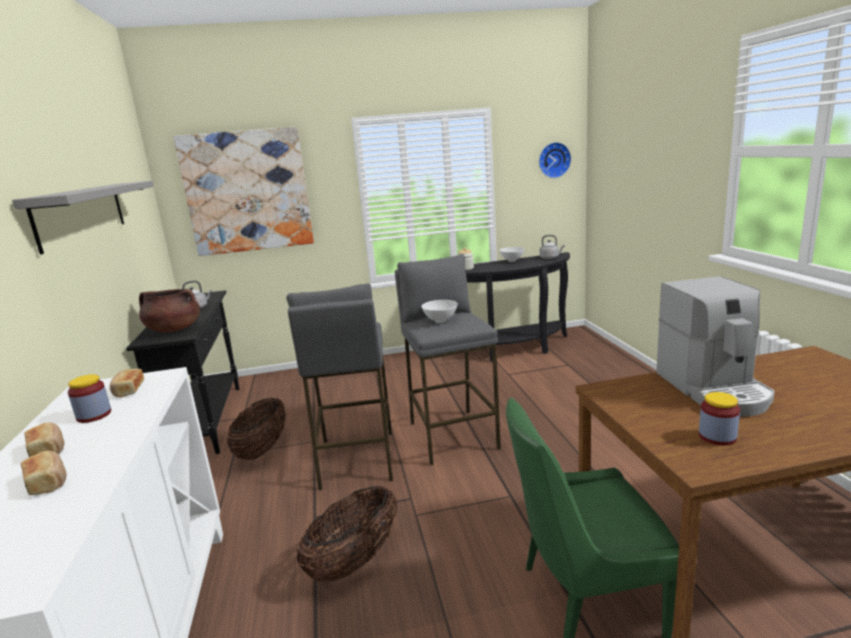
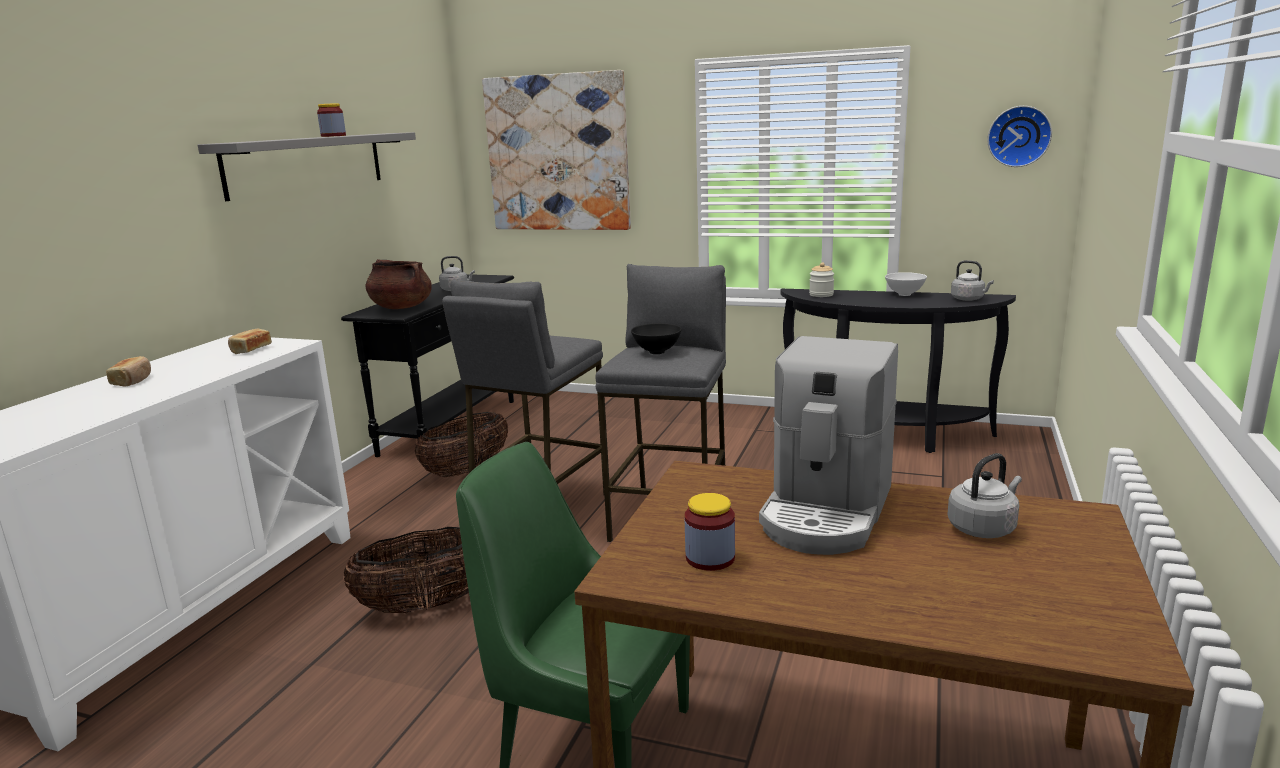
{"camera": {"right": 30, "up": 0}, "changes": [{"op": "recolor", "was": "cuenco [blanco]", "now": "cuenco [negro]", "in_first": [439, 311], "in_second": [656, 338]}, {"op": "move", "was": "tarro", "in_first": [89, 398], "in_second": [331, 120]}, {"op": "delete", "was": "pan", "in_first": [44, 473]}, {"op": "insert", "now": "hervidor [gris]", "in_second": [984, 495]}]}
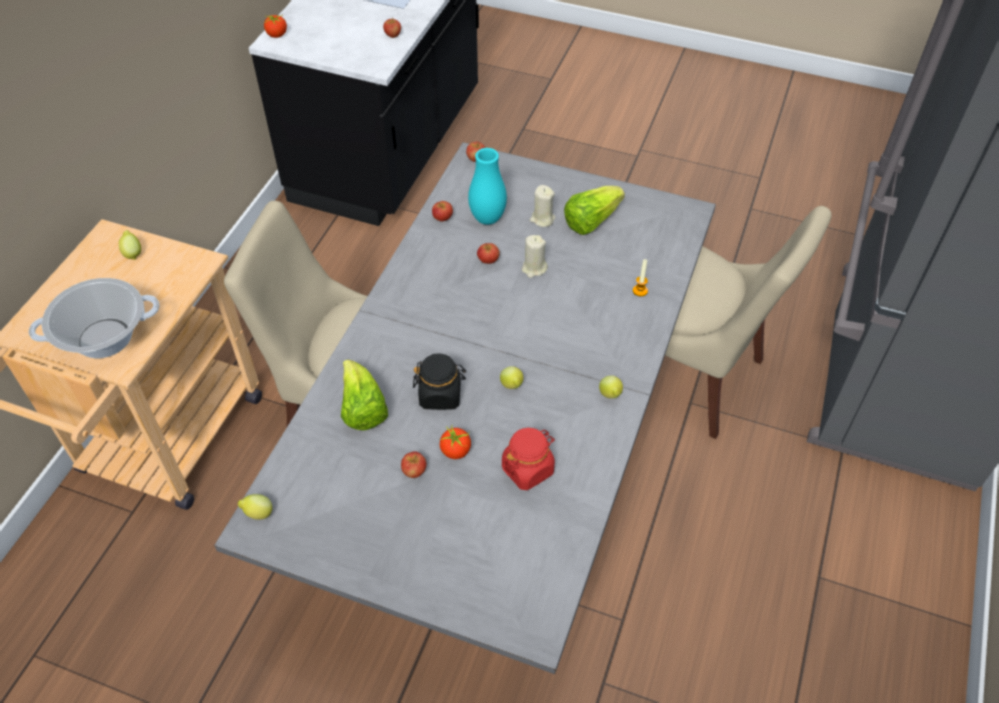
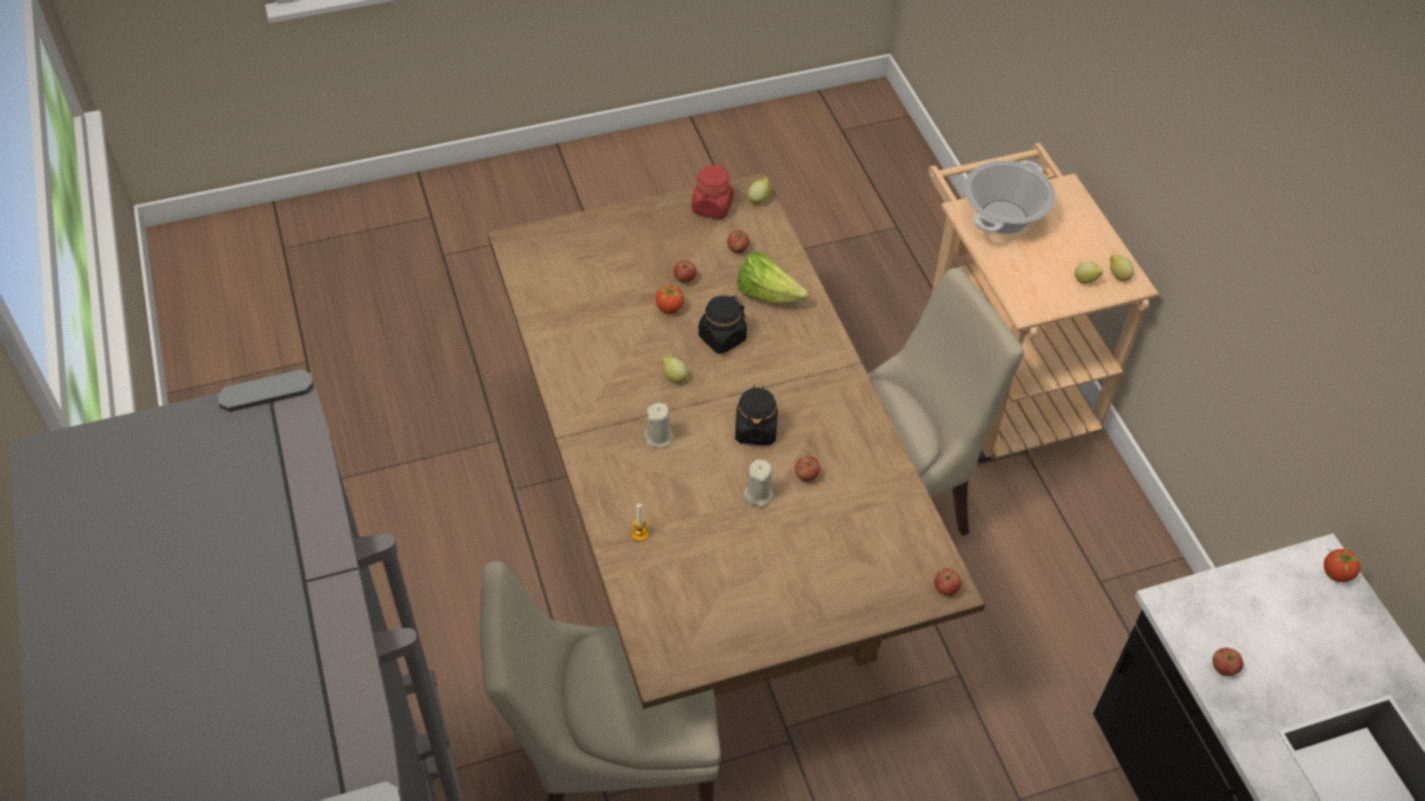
{"camera": {"right": 140, "up": 0}, "changes": [{"op": "recolor", "was": "mesa de comedor [gris]", "now": "mesa de comedor [marrón]", "in_first": [465, 408], "in_second": [736, 440]}, {"op": "delete", "was": "florero [turquesa]", "in_first": [487, 186]}, {"op": "move", "was": "vela [beis]", "in_first": [543, 206], "in_second": [659, 425]}, {"op": "delete", "was": "lechuga", "in_first": [594, 210]}, {"op": "move", "was": "manzana", "in_first": [442, 211], "in_second": [738, 241]}, {"op": "move", "was": "limón", "in_first": [611, 386], "in_second": [1122, 268]}, {"op": "move", "was": "tarro [rojo]", "in_first": [528, 459], "in_second": [712, 191]}, {"op": "insert", "now": "tarro [negro]", "in_second": [756, 415]}]}
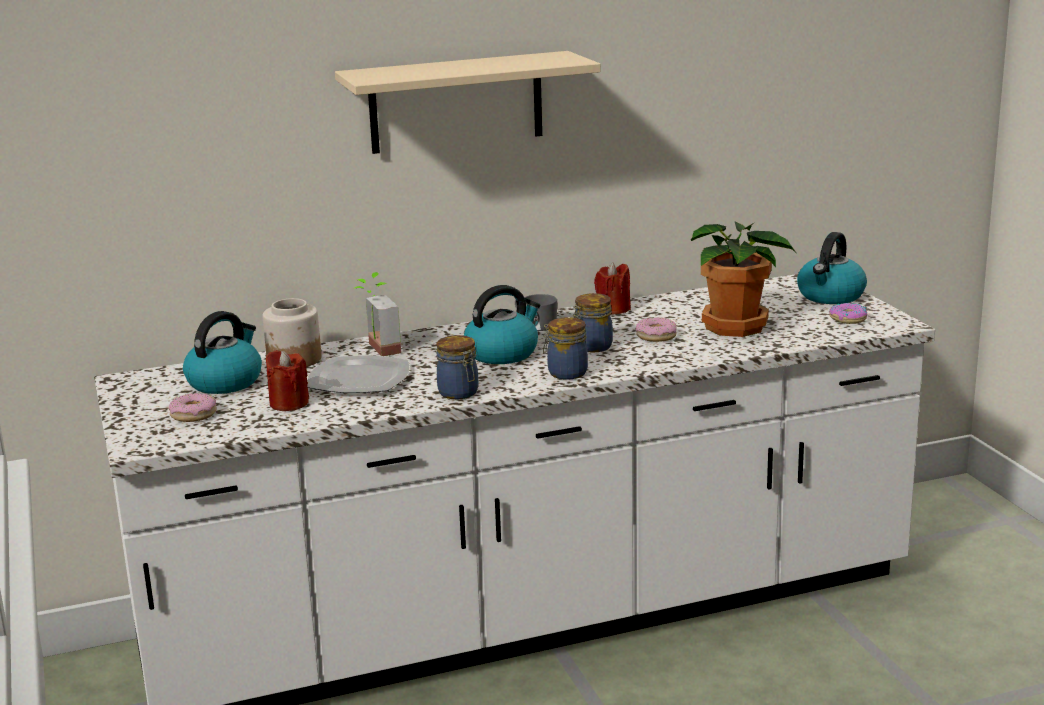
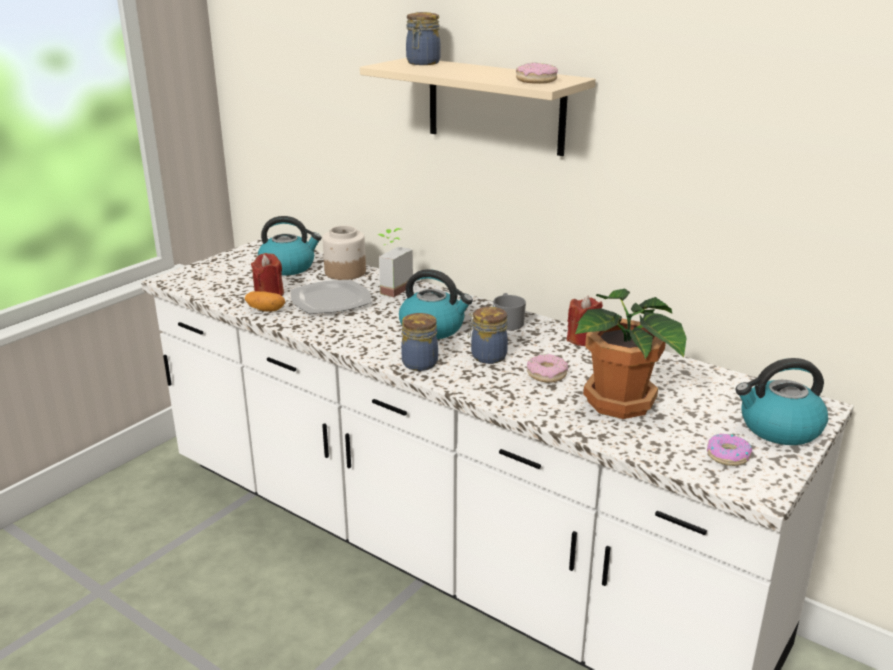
{"camera": {"right": 55, "up": 5}, "changes": [{"op": "move", "was": "tarro", "in_first": [457, 367], "in_second": [423, 38]}, {"op": "move", "was": "rosquilla", "in_first": [193, 407], "in_second": [537, 73]}, {"op": "insert", "now": "patata", "in_second": [265, 301]}]}
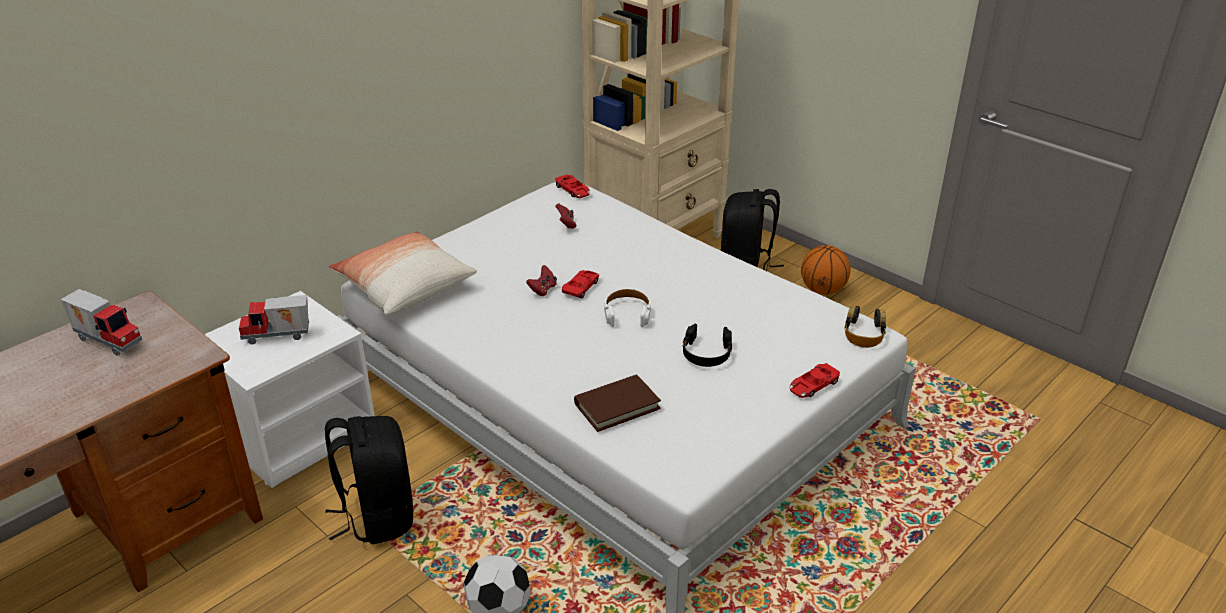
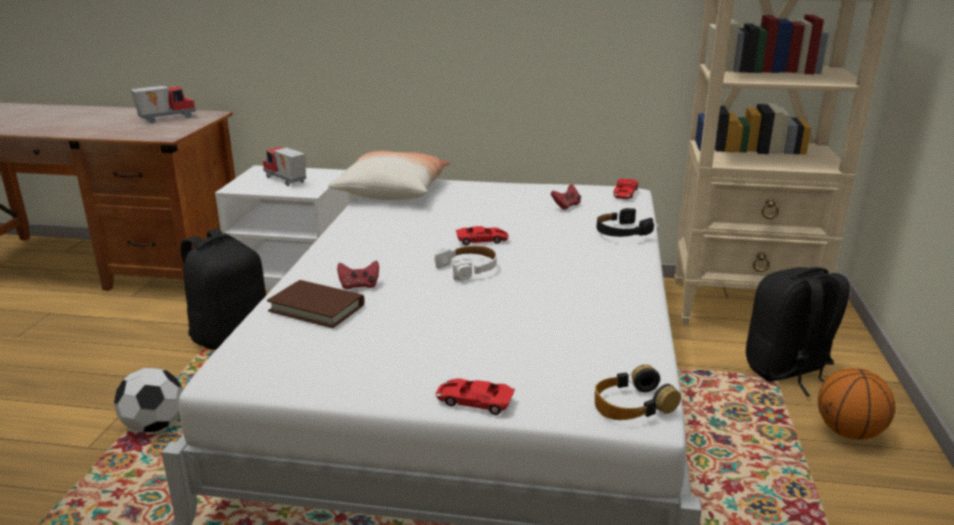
{"camera": {"right": 55, "up": -10}, "changes": [{"op": "move", "was": "mando de consola [rojo]", "in_first": [541, 280], "in_second": [358, 274]}, {"op": "rotate", "was": "camión de juguete", "in_first": [101, 322], "in_second": [163, 104], "clockwise": -120}, {"op": "move", "was": "auriculares [negro]", "in_first": [707, 345], "in_second": [625, 222]}]}
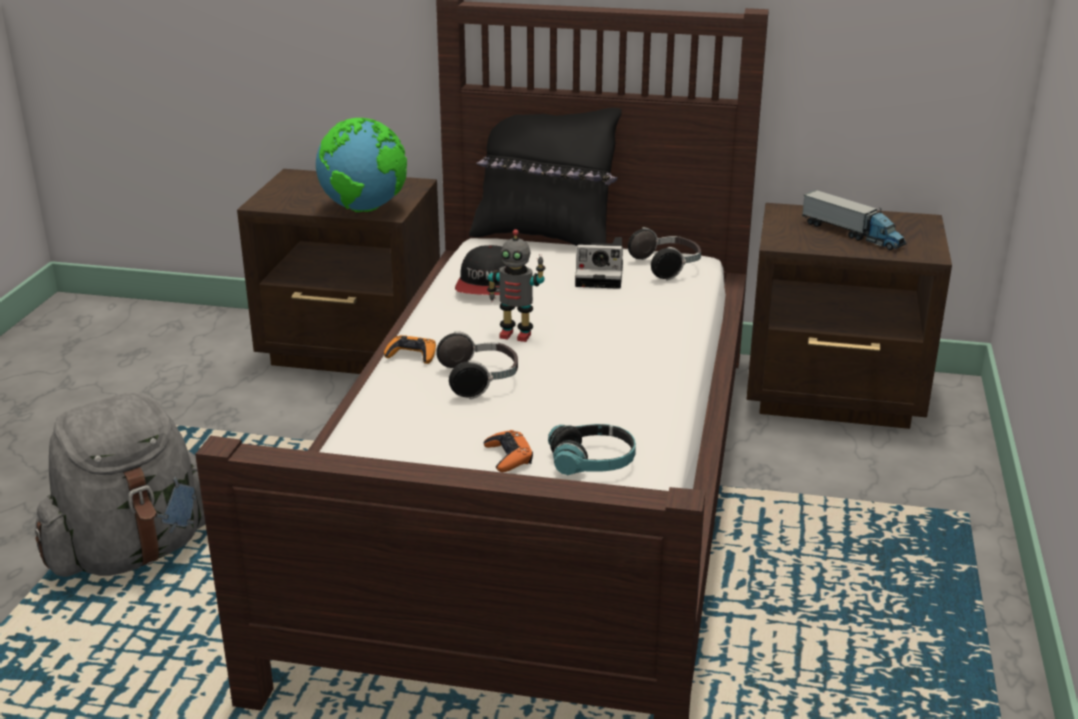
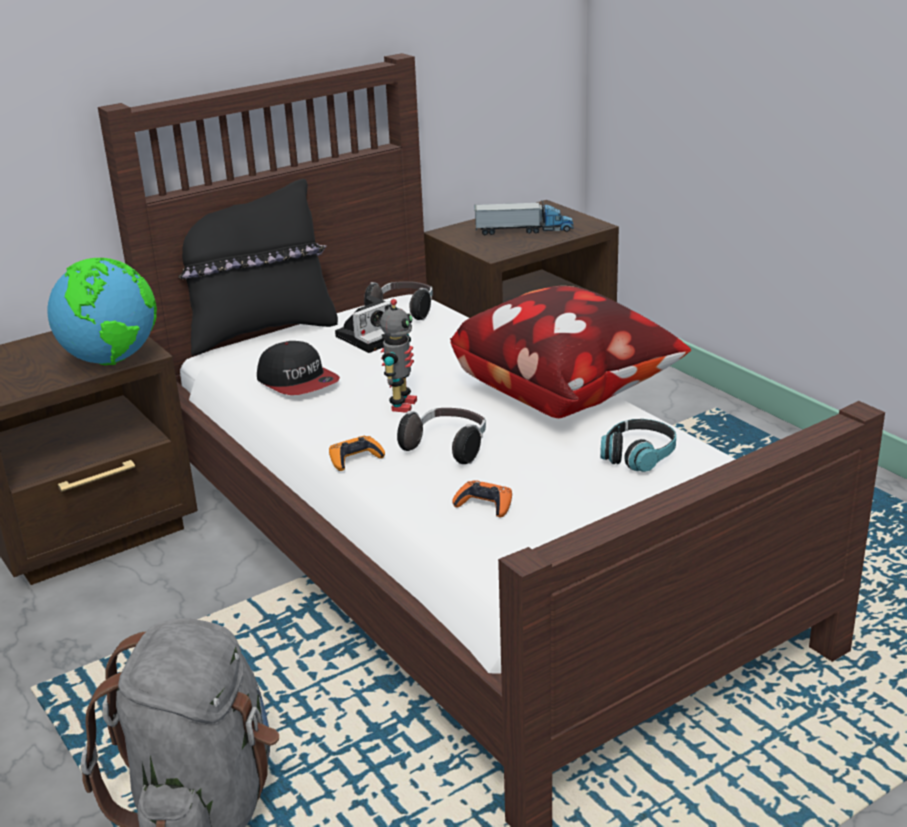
{"camera": {"right": -45, "up": 0}, "changes": [{"op": "rotate", "was": "robot de juguete", "in_first": [516, 285], "in_second": [398, 356], "clockwise": -45}, {"op": "move", "was": "mando de consola [naranja]", "in_first": [508, 451], "in_second": [482, 498]}, {"op": "insert", "now": "cojín", "in_second": [570, 352]}]}
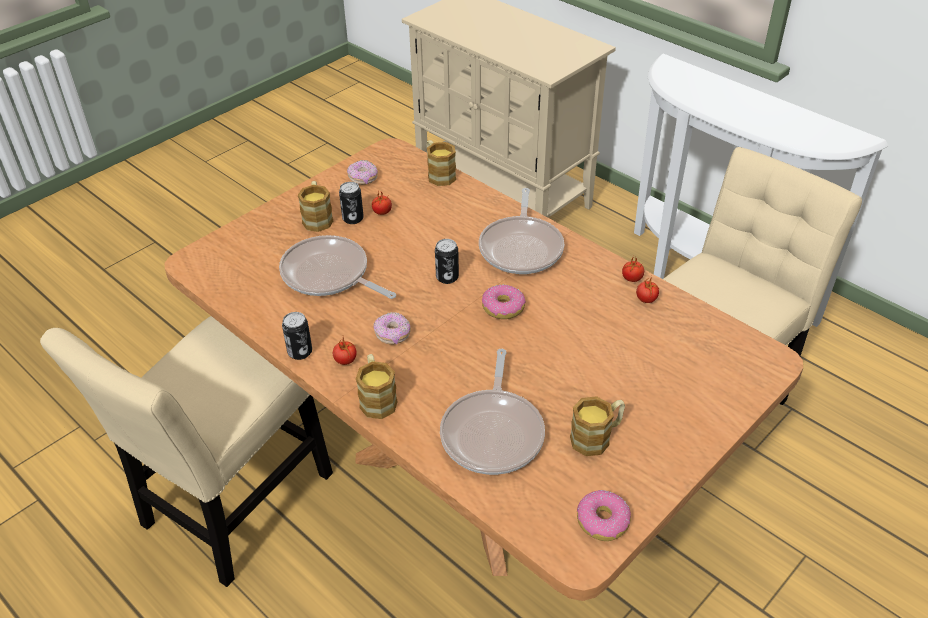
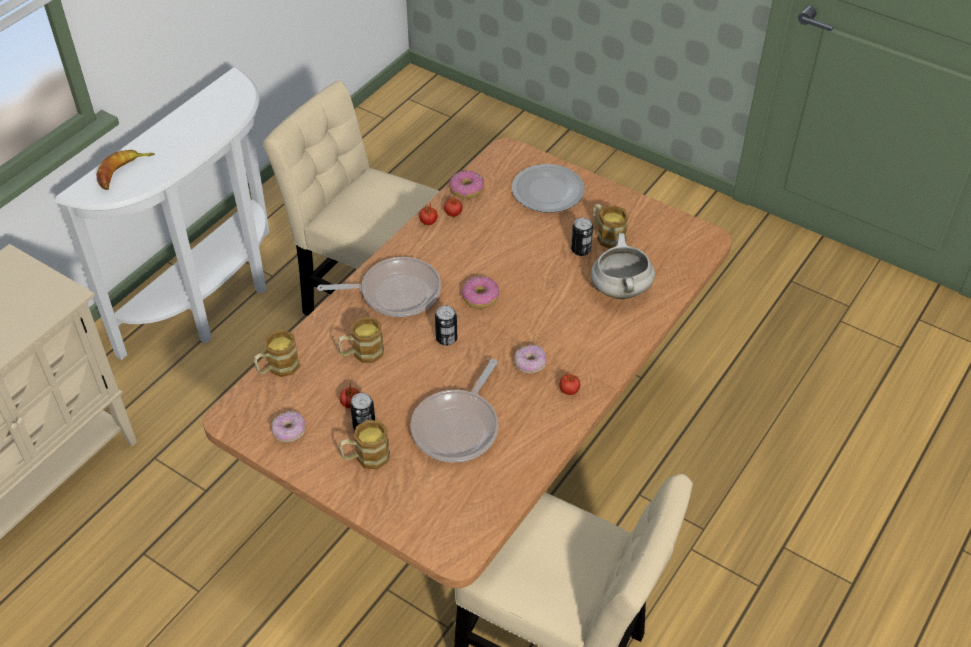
{"camera": {"right": -100, "up": 5}, "changes": [{"op": "move", "was": "lata", "in_first": [297, 336], "in_second": [582, 236]}, {"op": "replace", "was": "sartén", "now": "olla [blanco]", "in_first": [492, 412], "in_second": [623, 266]}, {"op": "move", "was": "taza grande", "in_first": [377, 386], "in_second": [360, 340]}, {"op": "move", "was": "rosquilla", "in_first": [604, 515], "in_second": [466, 184]}, {"op": "insert", "now": "plátano", "in_second": [125, 170]}, {"op": "insert", "now": "plato", "in_second": [548, 188]}]}
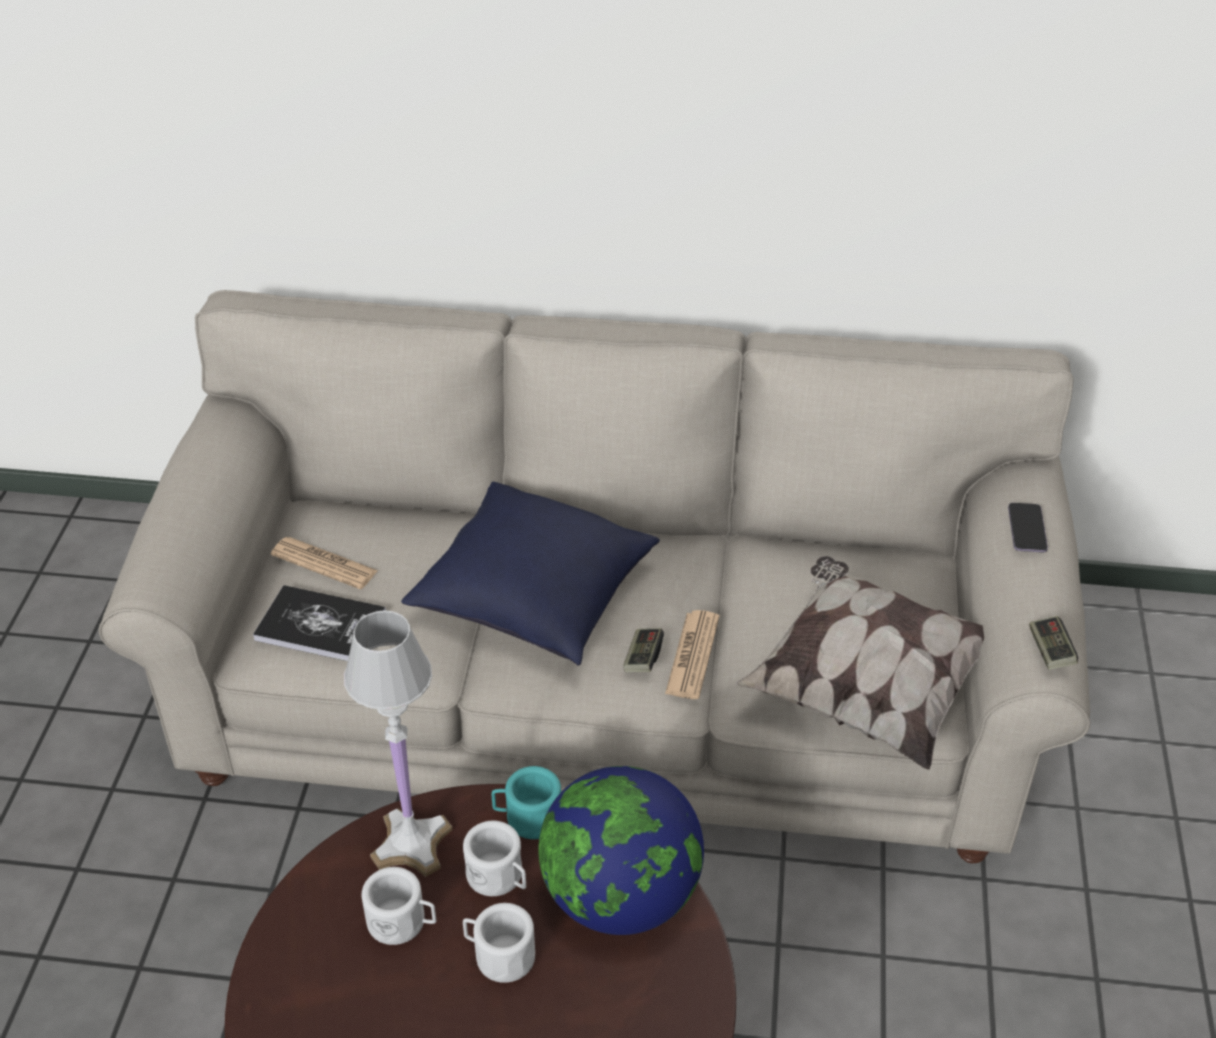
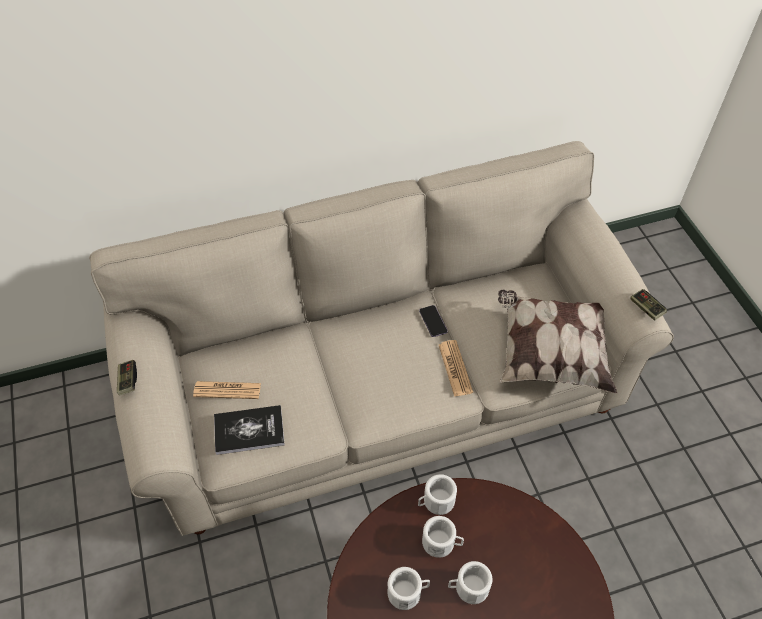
{"camera": {"right": -25, "up": 10}, "changes": [{"op": "delete", "was": "cojín [azul]", "in_first": [530, 574]}, {"op": "move", "was": "móvil", "in_first": [1028, 527], "in_second": [433, 321]}, {"op": "delete", "was": "lámpara de mesa [blanco]", "in_first": [398, 743]}, {"op": "move", "was": "mando de consola", "in_first": [643, 650], "in_second": [127, 378]}, {"op": "recolor", "was": "taza grande [turquesa]", "now": "taza grande [blanco]", "in_first": [526, 802], "in_second": [437, 494]}, {"op": "delete", "was": "globo terráqueo", "in_first": [621, 850]}]}
